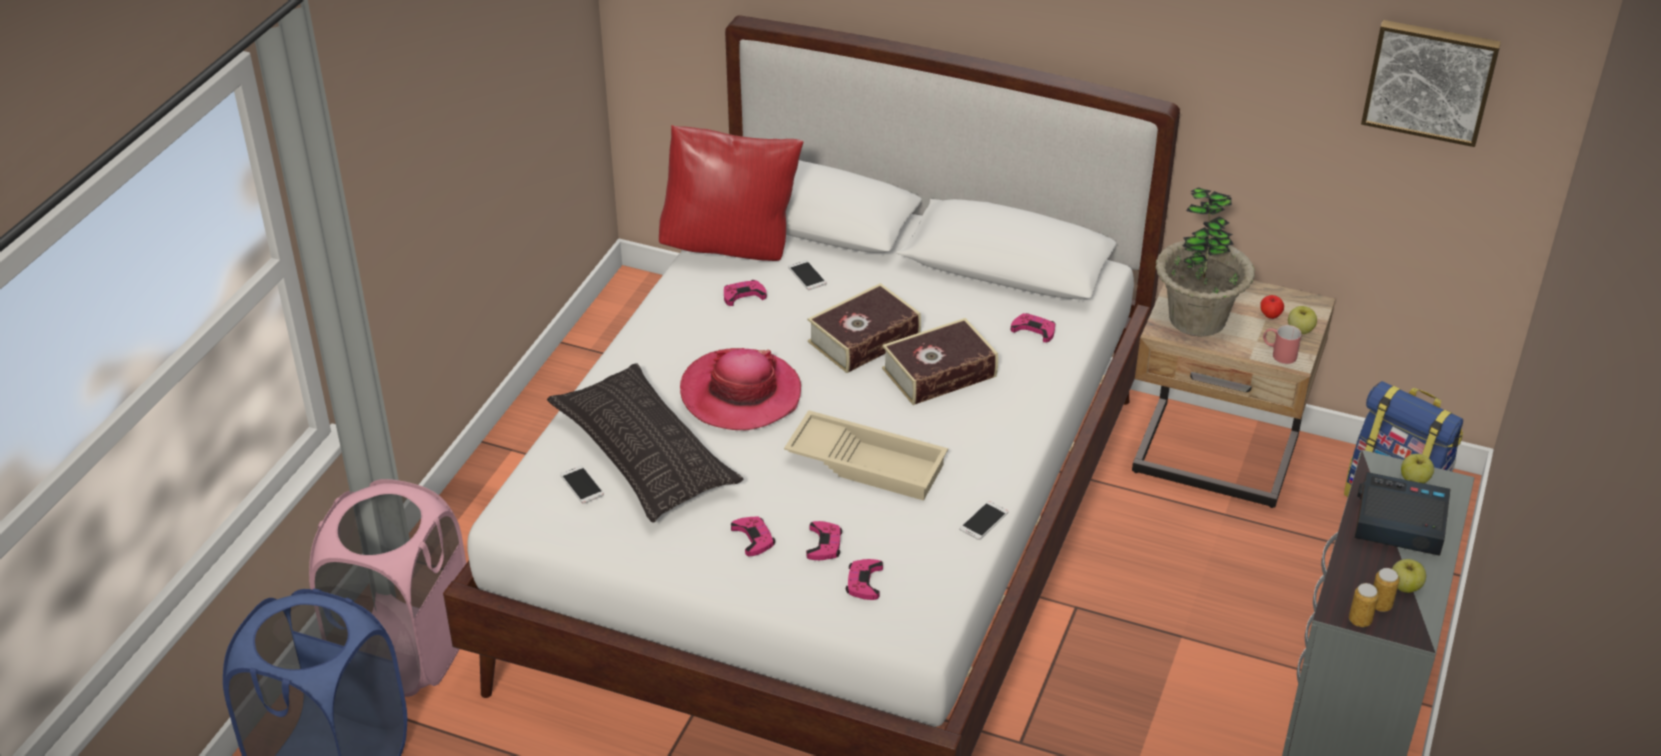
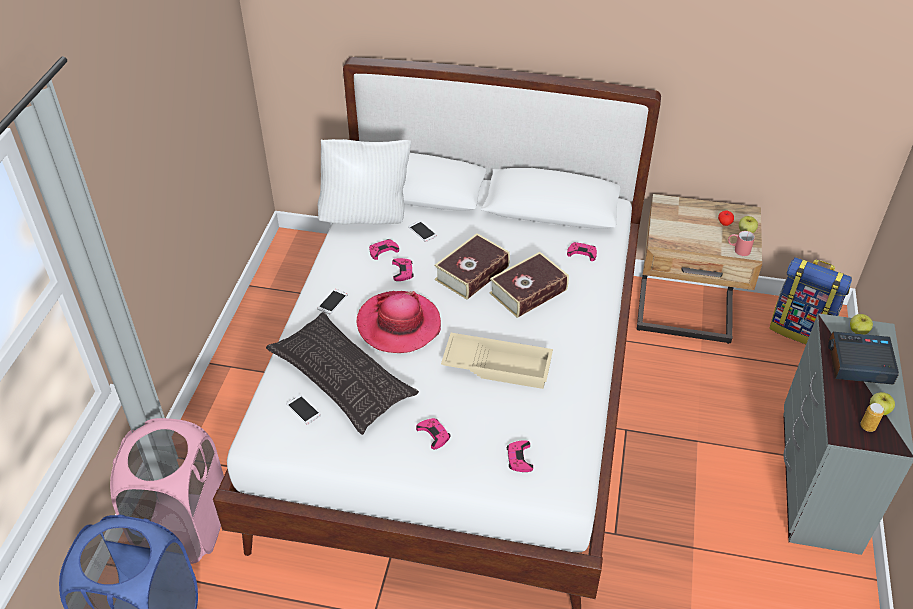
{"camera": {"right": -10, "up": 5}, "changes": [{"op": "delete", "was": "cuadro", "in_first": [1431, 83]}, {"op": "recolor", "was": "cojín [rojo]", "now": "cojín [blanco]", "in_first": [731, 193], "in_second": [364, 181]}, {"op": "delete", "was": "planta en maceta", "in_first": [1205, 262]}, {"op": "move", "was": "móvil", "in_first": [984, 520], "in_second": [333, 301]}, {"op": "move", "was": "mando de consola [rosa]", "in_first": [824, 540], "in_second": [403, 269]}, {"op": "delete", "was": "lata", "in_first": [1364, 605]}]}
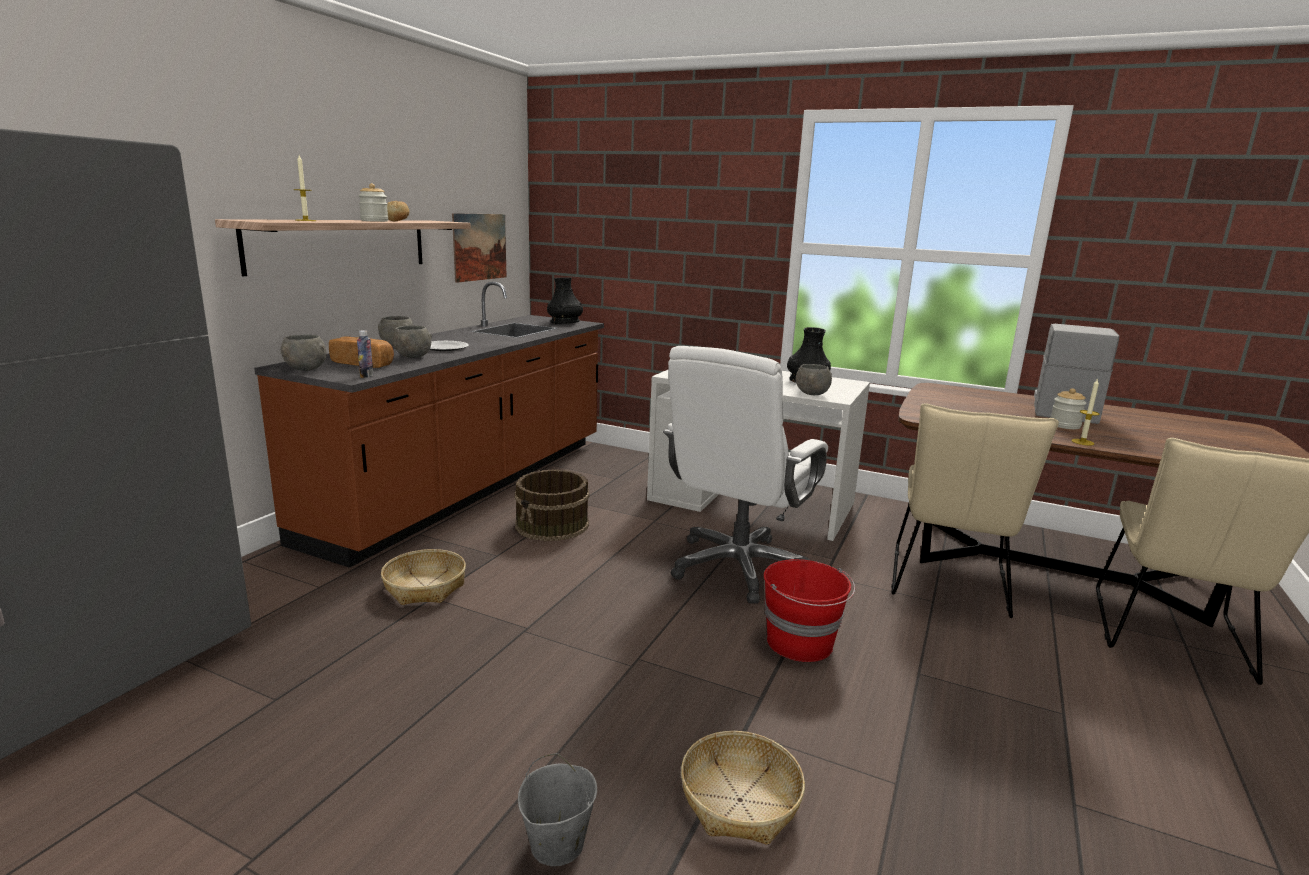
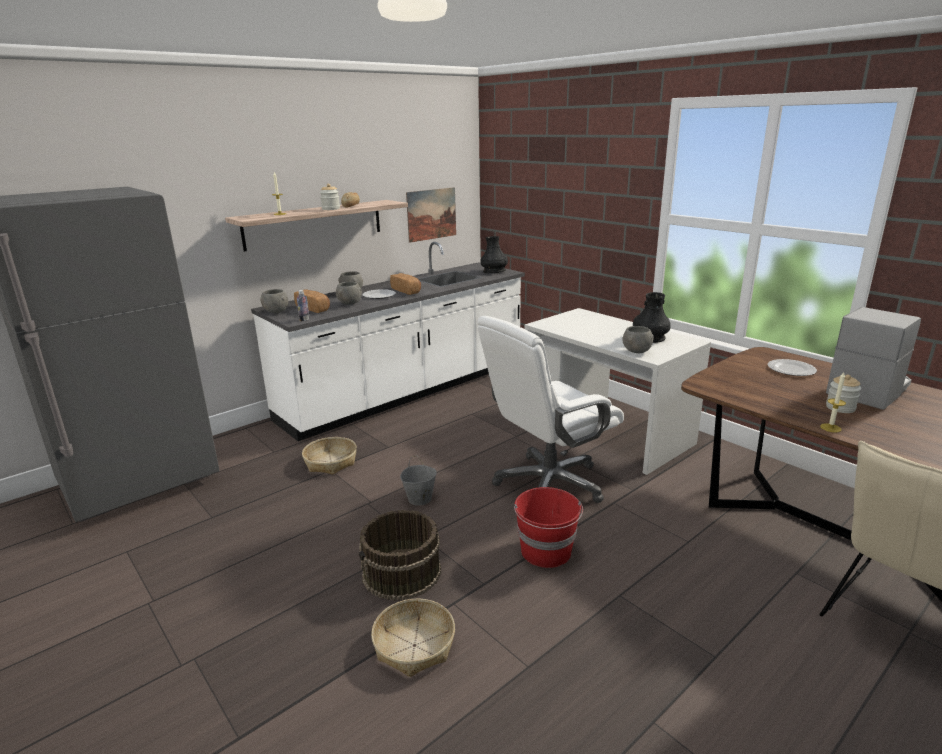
{"camera": {"right": 25, "up": 5}, "changes": [{"op": "recolor", "was": "mueble bajo de cocina [marrón]", "now": "mueble bajo de cocina [blanco]", "in_first": [429, 424], "in_second": [388, 341]}, {"op": "delete", "was": "silla [beis]", "in_first": [975, 510]}, {"op": "move", "was": "cubo [marrón]", "in_first": [552, 505], "in_second": [400, 555]}, {"op": "move", "was": "cubo [gris]", "in_first": [557, 809], "in_second": [418, 480]}, {"op": "insert", "now": "pan", "in_second": [405, 284]}, {"op": "insert", "now": "plato", "in_second": [792, 367]}]}
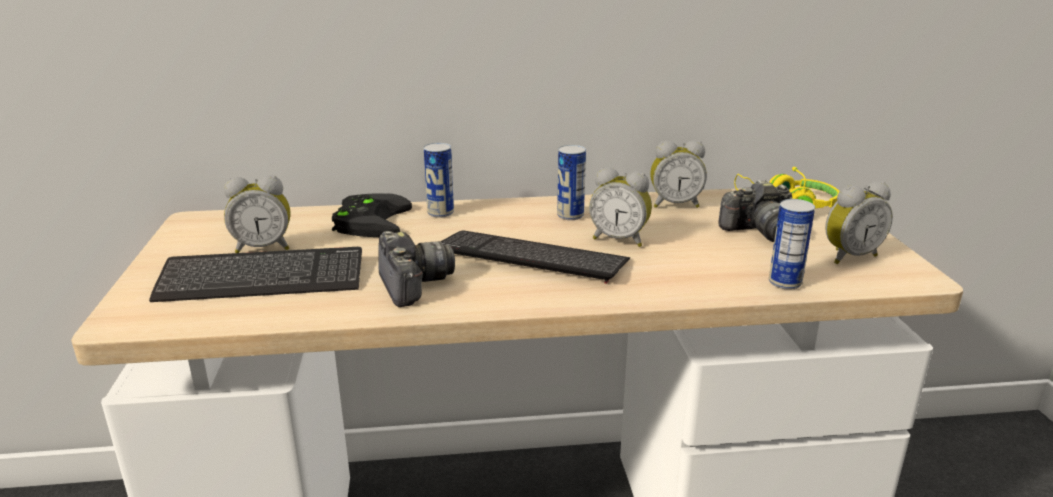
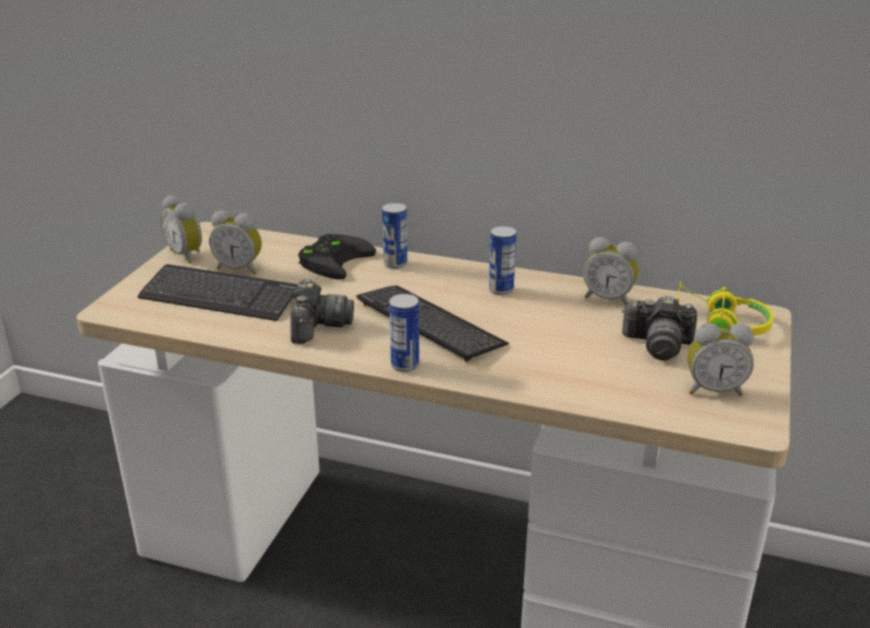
{"camera": {"right": 25, "up": 5}, "changes": [{"op": "move", "was": "despertador", "in_first": [620, 207], "in_second": [181, 229]}, {"op": "move", "was": "lata", "in_first": [792, 244], "in_second": [404, 332]}]}
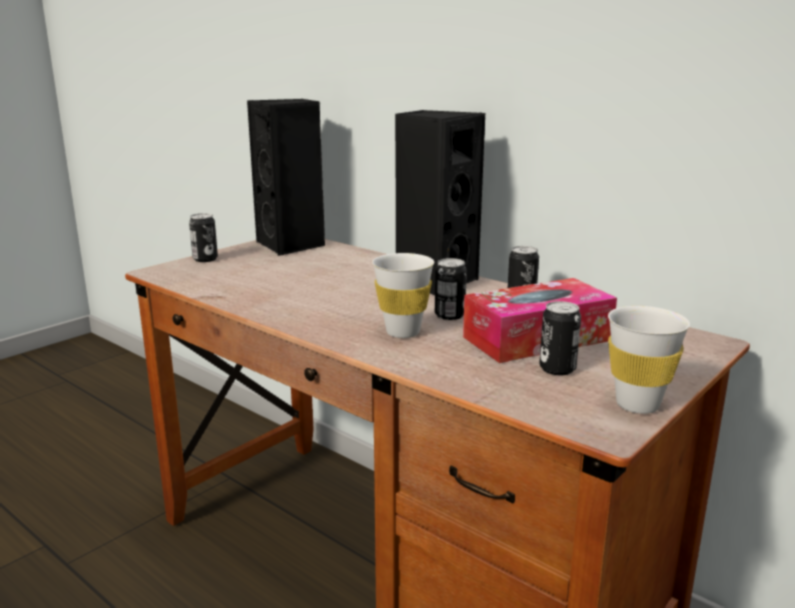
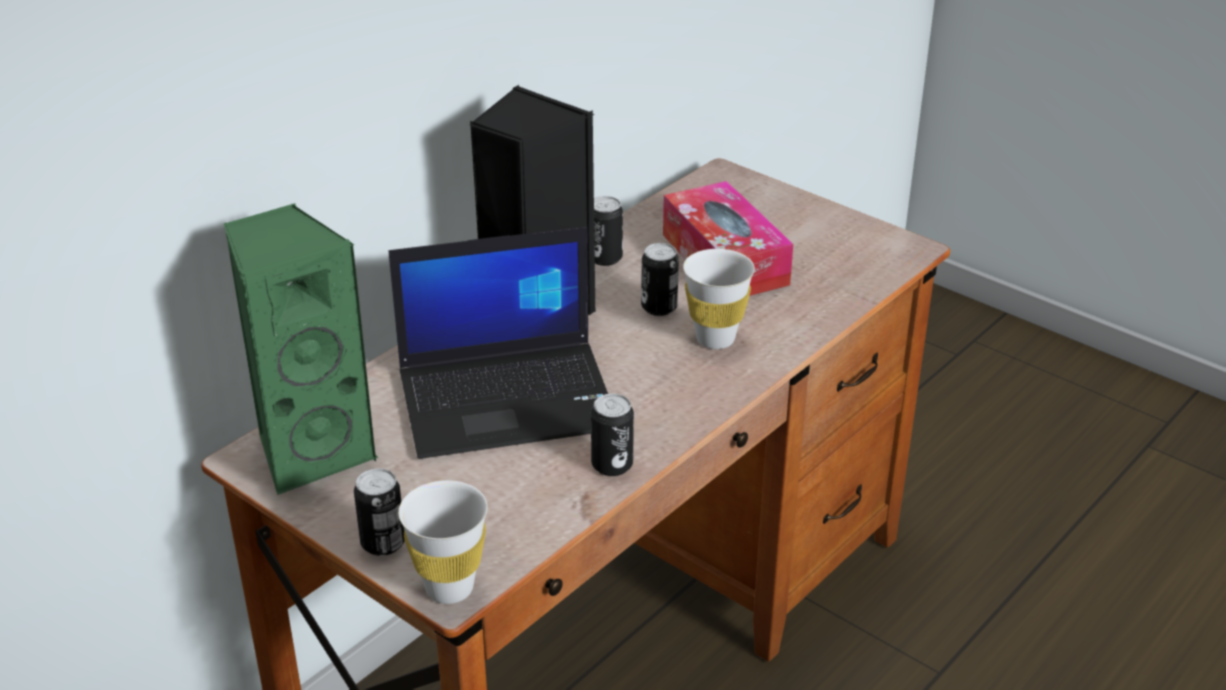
{"camera": {"right": -90, "up": 15}, "changes": [{"op": "recolor", "was": "altavoz [negro]", "now": "altavoz [verde]", "in_first": [286, 177], "in_second": [301, 349]}, {"op": "move", "was": "lata", "in_first": [560, 338], "in_second": [612, 435]}, {"op": "move", "was": "taza [blanco]", "in_first": [649, 360], "in_second": [443, 542]}, {"op": "insert", "now": "portátil", "in_second": [498, 343]}]}
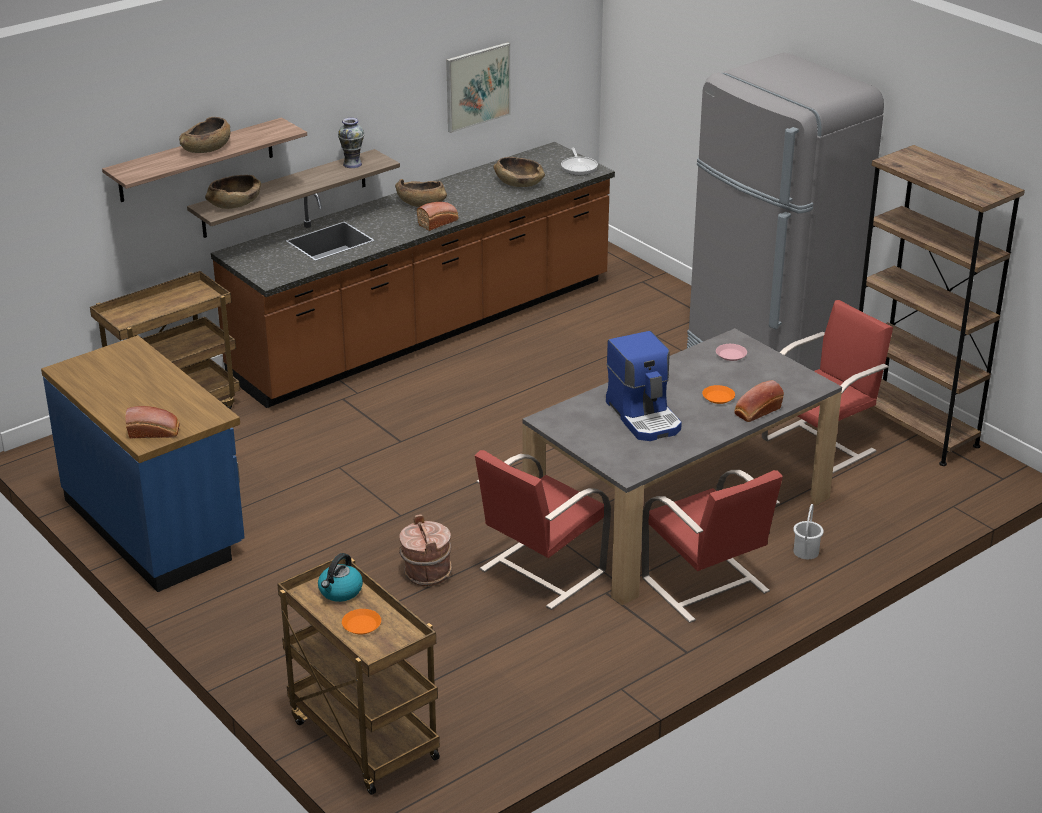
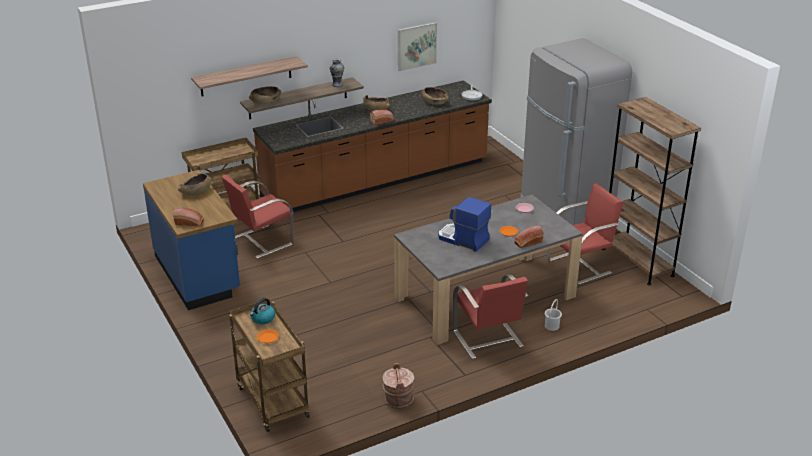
{"camera": {"right": 10, "up": 0}, "changes": [{"op": "move", "was": "cuenco [marrón]", "in_first": [204, 135], "in_second": [195, 184]}, {"op": "rotate", "was": "cafetera", "in_first": [644, 386], "in_second": [464, 224], "clockwise": 135}, {"op": "move", "was": "silla [rojo]", "in_first": [543, 530], "in_second": [258, 217]}, {"op": "move", "was": "cubo [marrón]", "in_first": [425, 550], "in_second": [398, 386]}]}
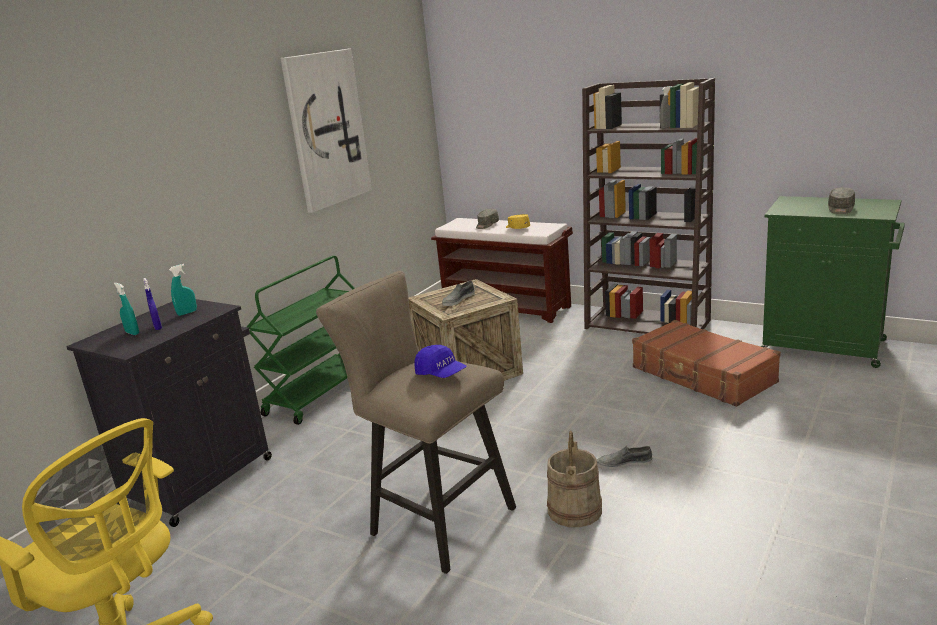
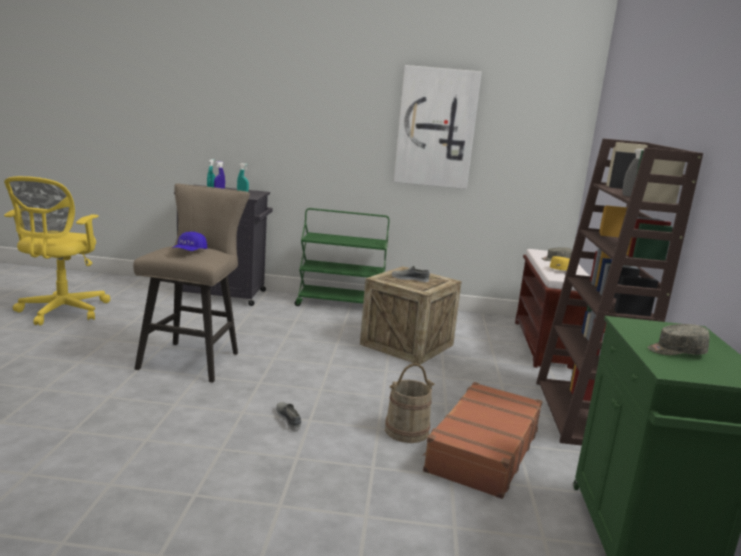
{"camera": {"right": 60, "up": -5}, "changes": [{"op": "move", "was": "cubo [beis]", "in_first": [574, 479], "in_second": [410, 403]}]}
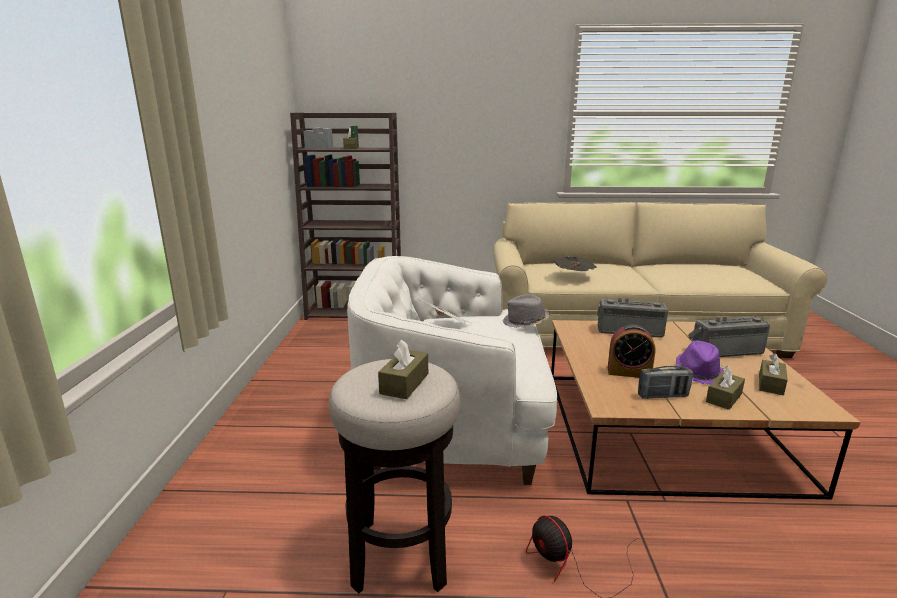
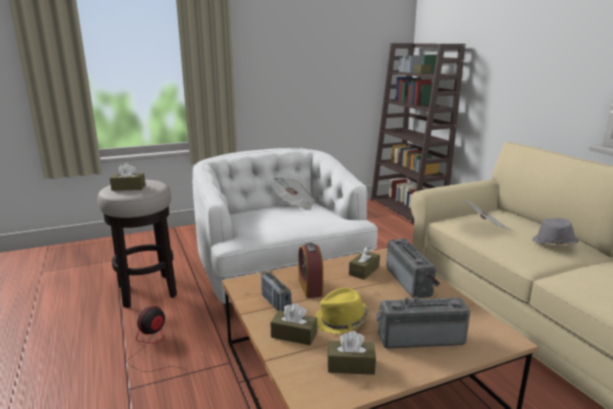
{"camera": {"right": 65, "up": 0}, "changes": [{"op": "move", "was": "sombrero [gris]", "in_first": [525, 311], "in_second": [555, 232]}, {"op": "rotate", "was": "radio", "in_first": [729, 336], "in_second": [423, 323], "clockwise": -60}, {"op": "recolor", "was": "sombrero [morado]", "now": "sombrero [amarillo]", "in_first": [700, 362], "in_second": [342, 311]}, {"op": "insert", "now": "caja de pañuelos [marrón]", "in_second": [364, 263]}]}
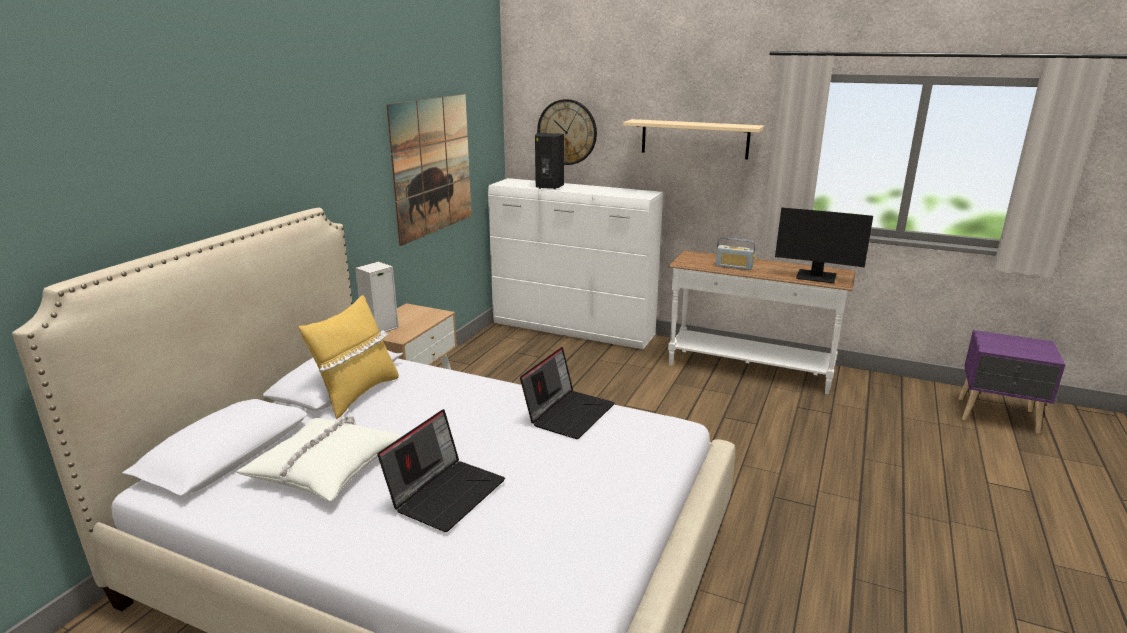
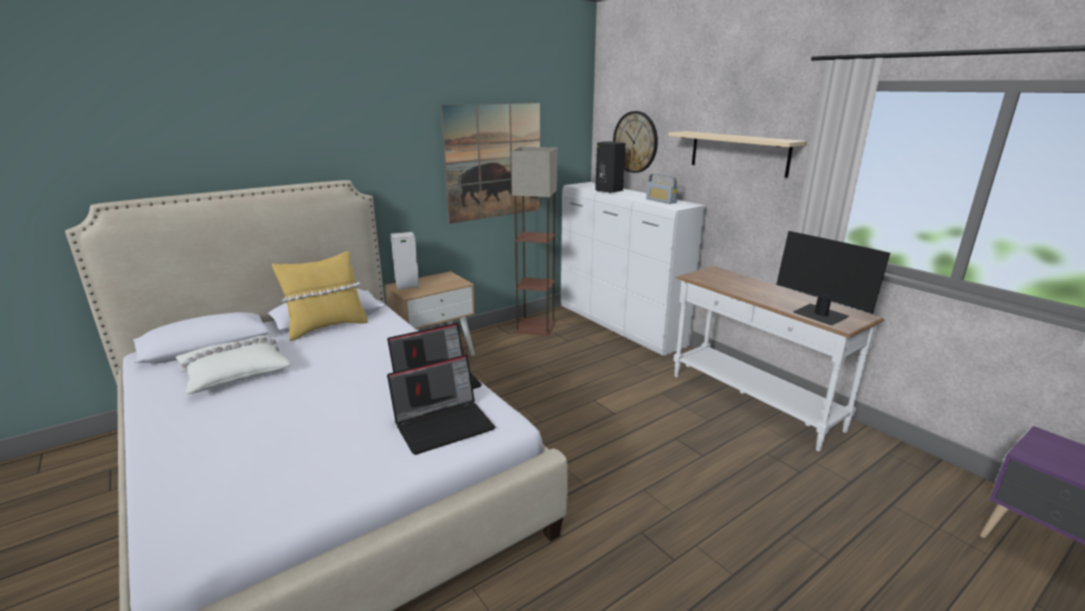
{"camera": {"right": 30, "up": 0}, "changes": [{"op": "move", "was": "radio", "in_first": [735, 253], "in_second": [662, 189]}, {"op": "move", "was": "portátil", "in_first": [441, 470], "in_second": [441, 405]}, {"op": "insert", "now": "lámpara de pie", "in_second": [534, 241]}]}
